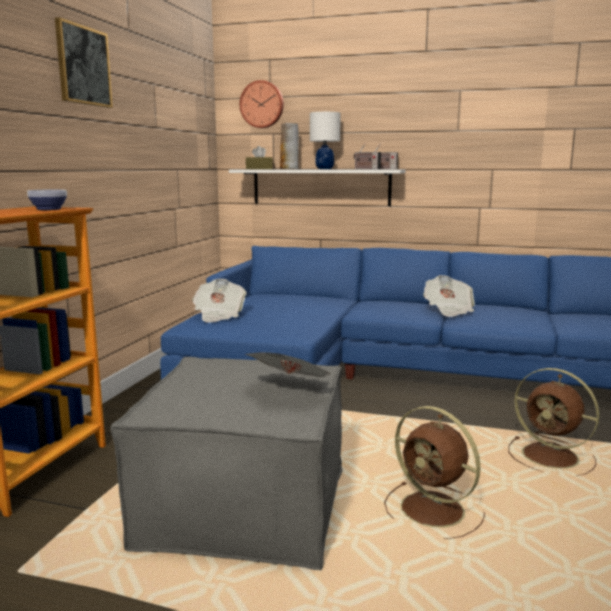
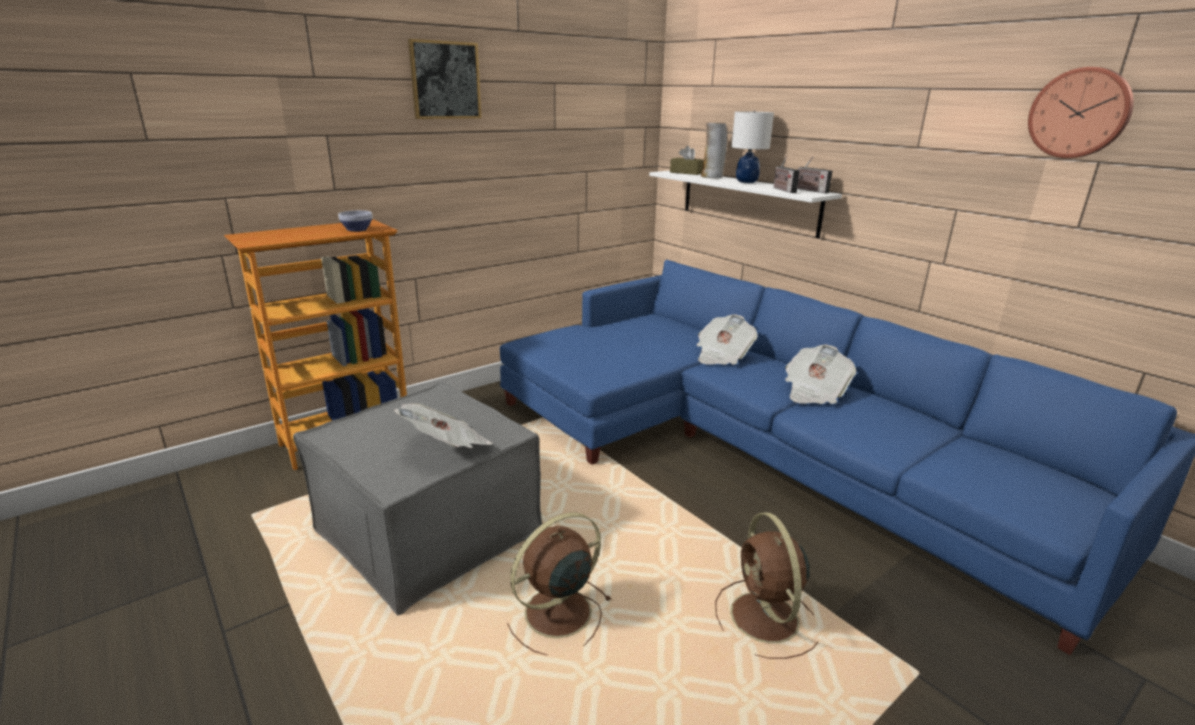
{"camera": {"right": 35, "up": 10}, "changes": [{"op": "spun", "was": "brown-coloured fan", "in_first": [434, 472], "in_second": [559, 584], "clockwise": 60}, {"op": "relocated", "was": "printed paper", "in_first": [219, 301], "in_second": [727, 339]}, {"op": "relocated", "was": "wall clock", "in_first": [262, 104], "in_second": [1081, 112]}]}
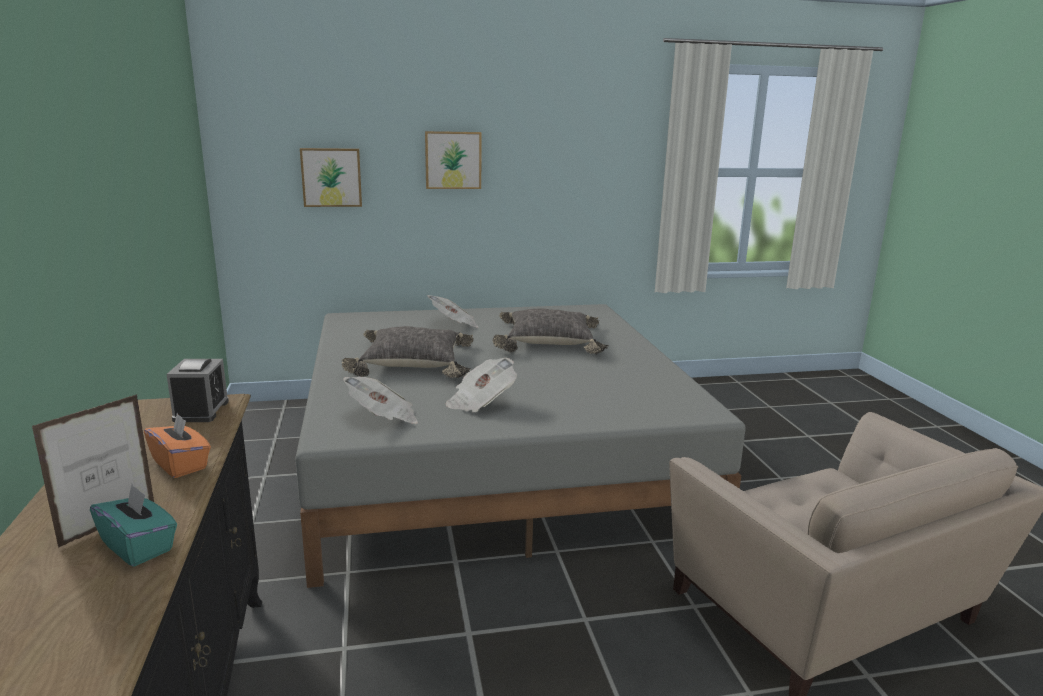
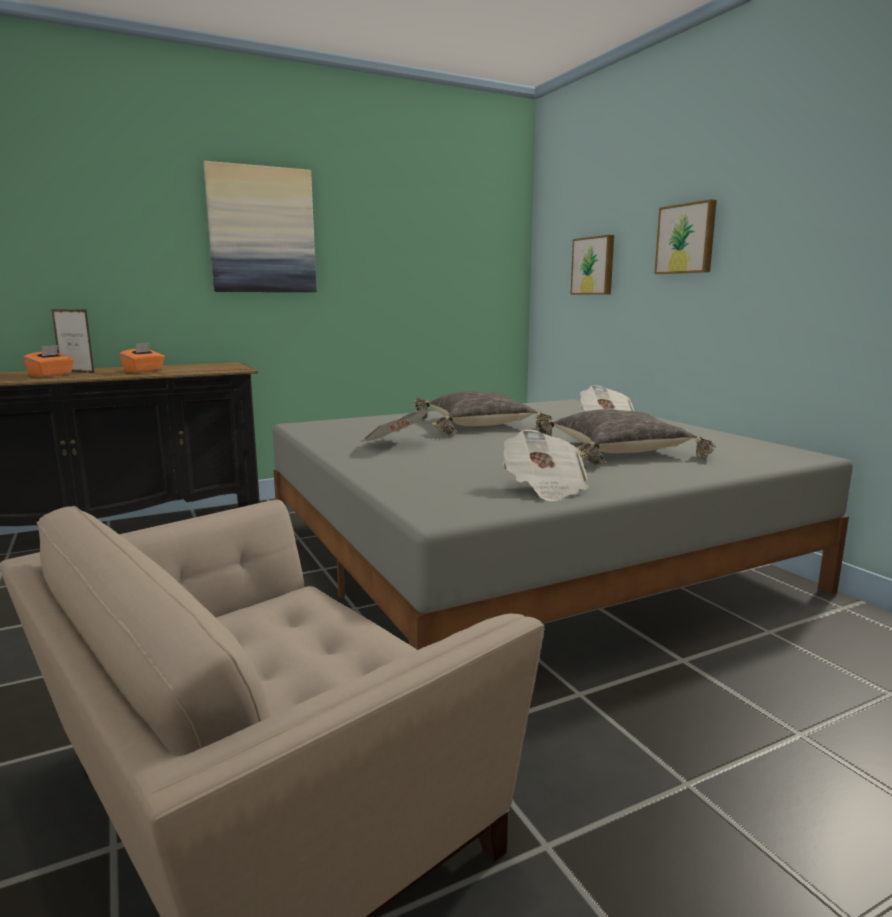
{"camera": {"right": 75, "up": -5}, "changes": [{"op": "colour", "was": "turquoise-coloured tissue holder", "now": "orange-coloured tissue holder", "in_first": [133, 525], "in_second": [48, 361]}, {"op": "appeared", "now": "wall art", "in_second": [260, 226]}, {"op": "relocated", "was": "printed paper", "in_first": [380, 400], "in_second": [546, 465]}, {"op": "missing", "was": "bedside clock", "in_first": [197, 390]}]}
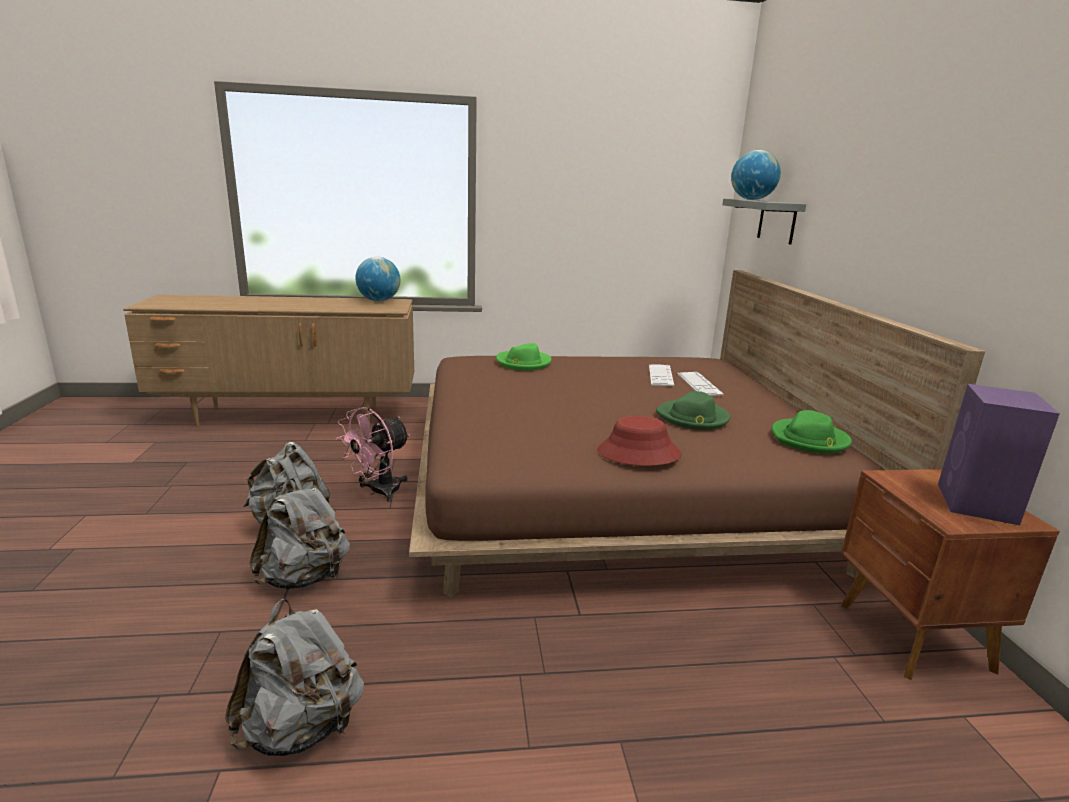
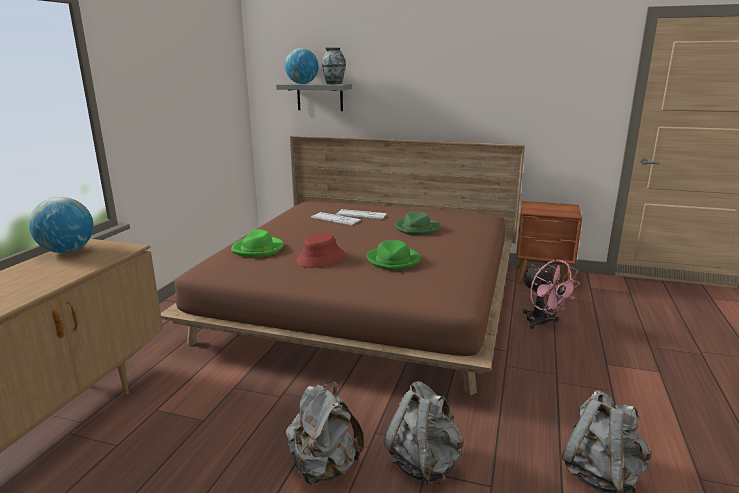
{"camera": {"right": -65, "up": 0}, "changes": [{"op": "relocated", "was": "red-coloured wearable hat", "in_first": [639, 441], "in_second": [320, 250]}, {"op": "appeared", "now": "decorative vase", "in_second": [334, 66]}, {"op": "relocated", "was": "green-coloured wearable hat", "in_first": [812, 432], "in_second": [393, 255]}, {"op": "relocated", "was": "pink fan", "in_first": [373, 454], "in_second": [551, 294]}, {"op": "missing", "was": "purplish audio speaker", "in_first": [999, 454]}]}
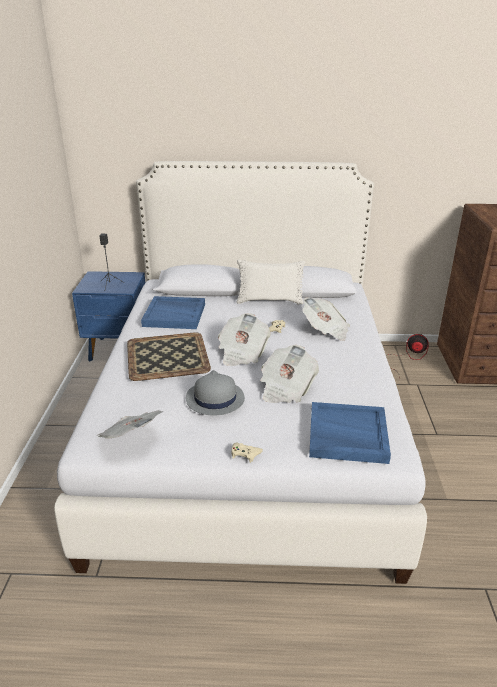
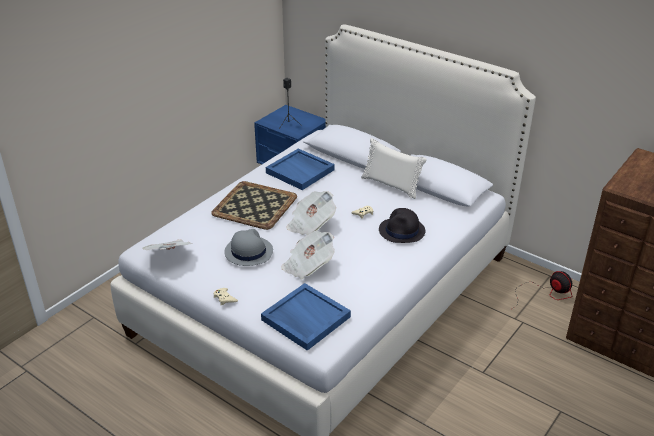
{"camera": {"right": 35, "up": 5}, "changes": [{"op": "exchanged", "was": "printed paper", "now": "black-coloured wearable hat", "in_first": [326, 319], "in_second": [402, 225]}]}
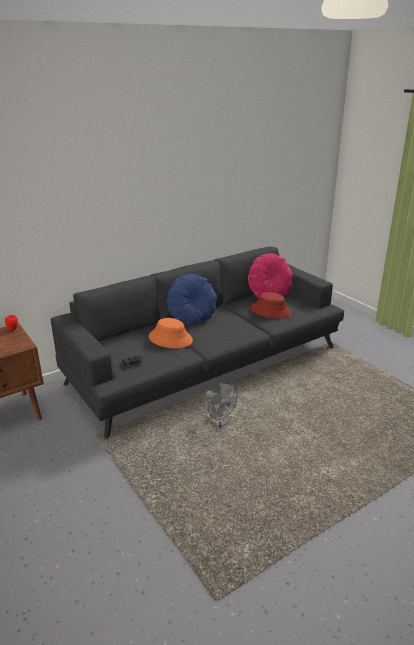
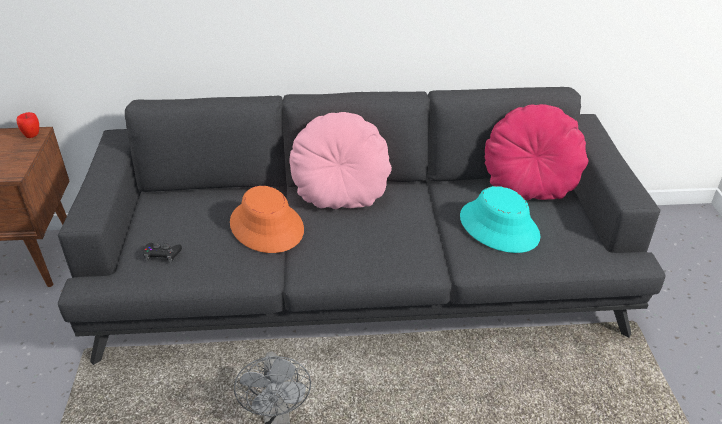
{"camera": {"right": 30, "up": 10}, "changes": [{"op": "colour", "was": "bluish cushion", "now": "pink cushion", "in_first": [192, 299], "in_second": [341, 160]}, {"op": "colour", "was": "red-coloured wearable hat", "now": "turquoise-coloured wearable hat", "in_first": [271, 305], "in_second": [500, 219]}]}
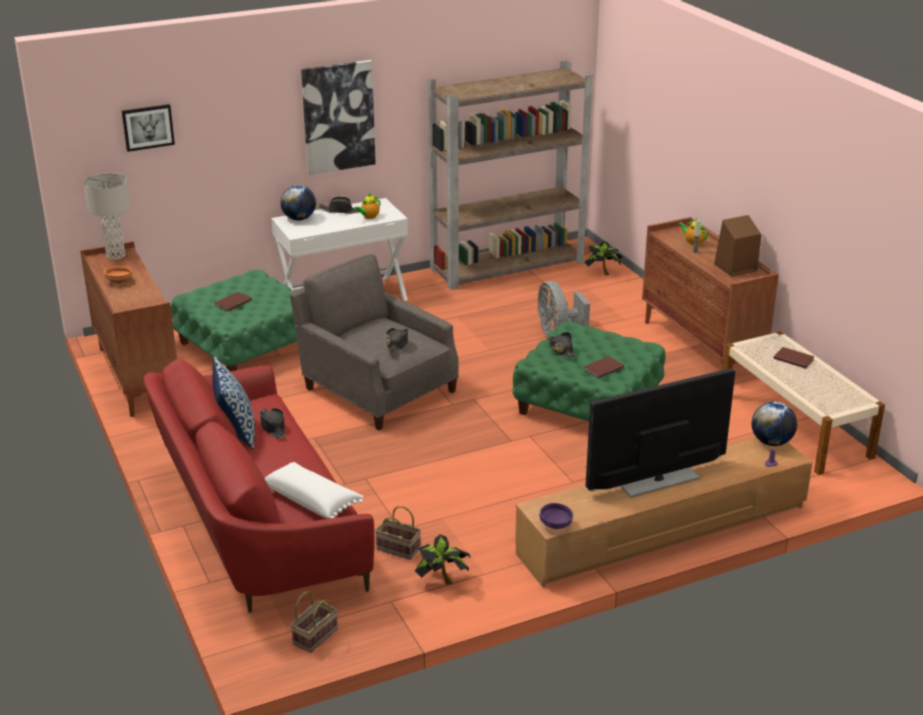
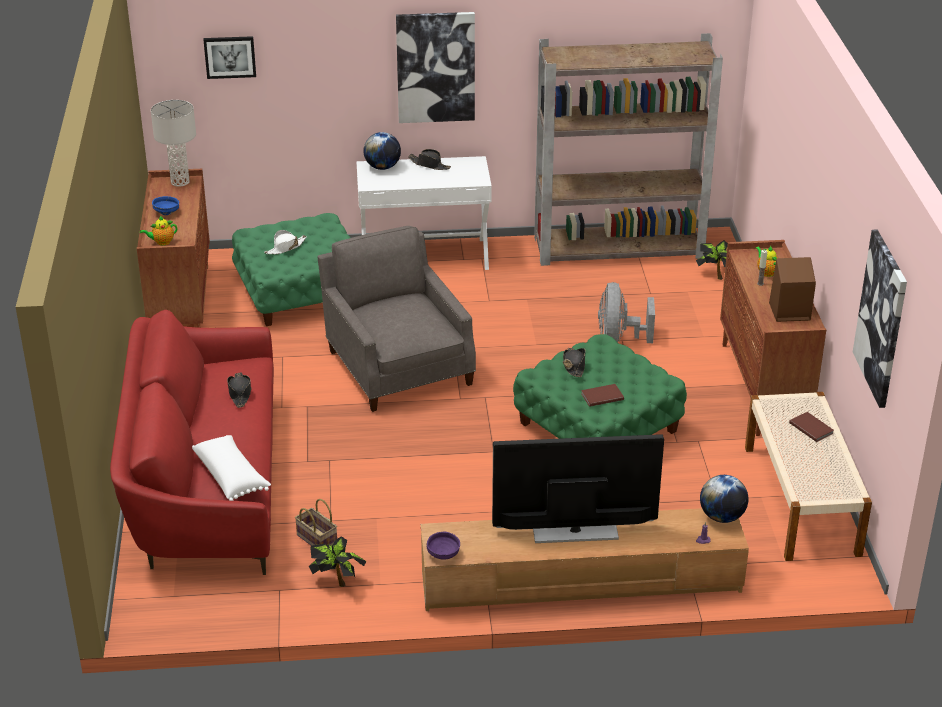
{"camera": {"right": 20, "up": 5}, "changes": [{"op": "relocated", "was": "pot for tea", "in_first": [367, 206], "in_second": [158, 231]}, {"op": "colour", "was": "orange-coloured bowl", "now": "bluish bowl", "in_first": [118, 275], "in_second": [165, 205]}, {"op": "exchanged", "was": "brown-coloured bound book", "now": "white wearable hat", "in_first": [233, 301], "in_second": [285, 242]}, {"op": "appeared", "now": "wall art", "in_second": [880, 318]}, {"op": "missing", "was": "cushion", "in_first": [234, 402]}, {"op": "missing", "was": "household basket", "in_first": [314, 622]}, {"op": "missing", "was": "black-coloured wearable hat", "in_first": [397, 340]}]}
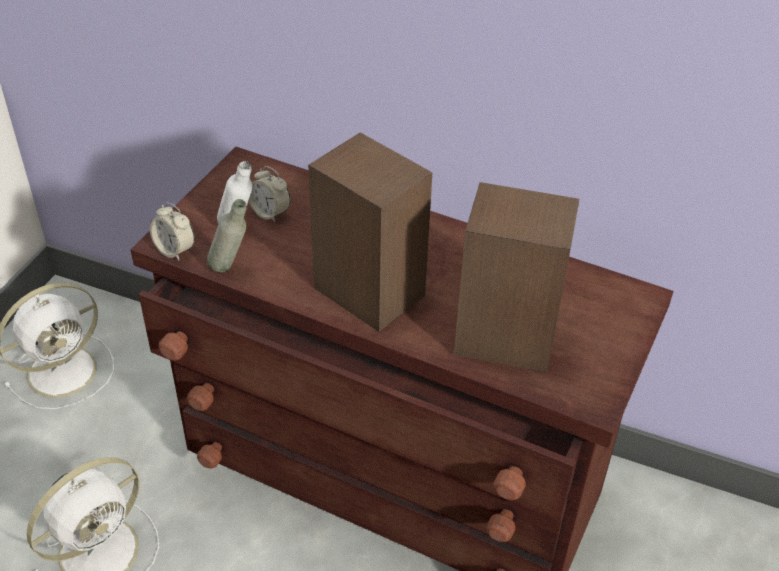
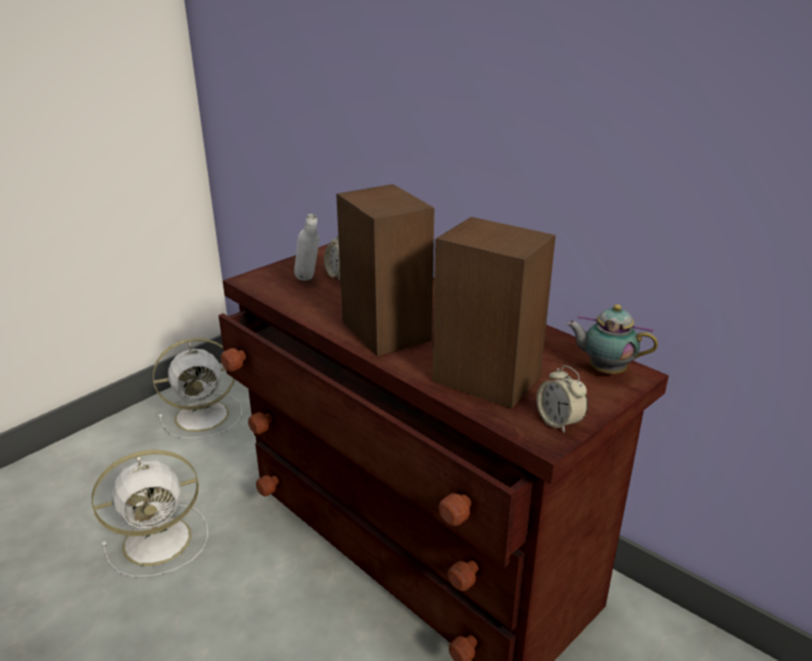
{"camera": {"right": 20, "up": -15}, "changes": [{"op": "relocated", "was": "bedside clock", "in_first": [172, 231], "in_second": [562, 399]}, {"op": "appeared", "now": "pot for tea", "in_second": [612, 339]}, {"op": "missing", "was": "gray bottle", "in_first": [227, 235]}]}
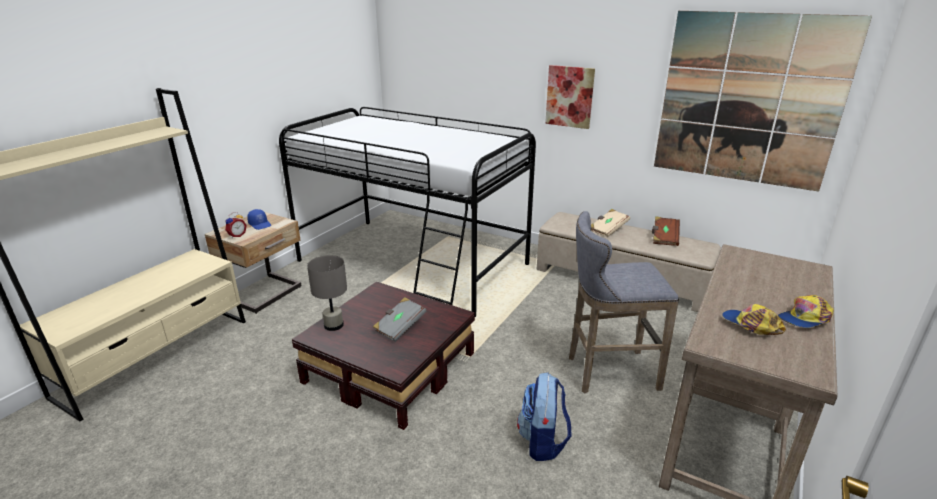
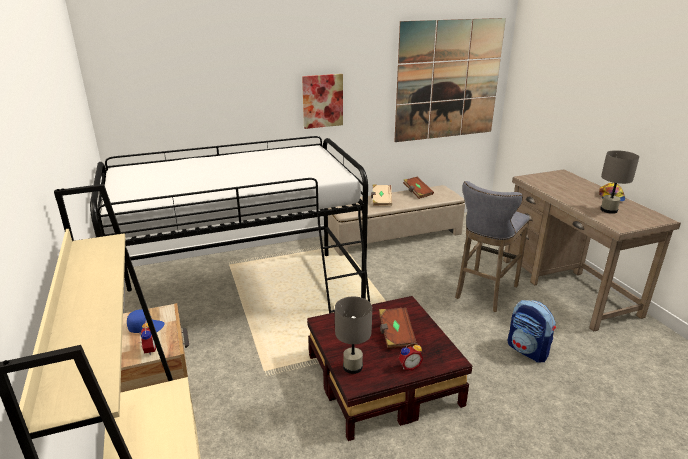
{"camera": {"right": -50, "up": 0}, "changes": [{"op": "colour", "was": "gray bound book", "now": "brown-coloured bound book", "in_first": [400, 319], "in_second": [398, 328]}, {"op": "appeared", "now": "bedside clock", "in_second": [410, 356]}, {"op": "exchanged", "was": "baseball cap", "now": "gray lamp for a table", "in_first": [754, 319], "in_second": [619, 182]}]}
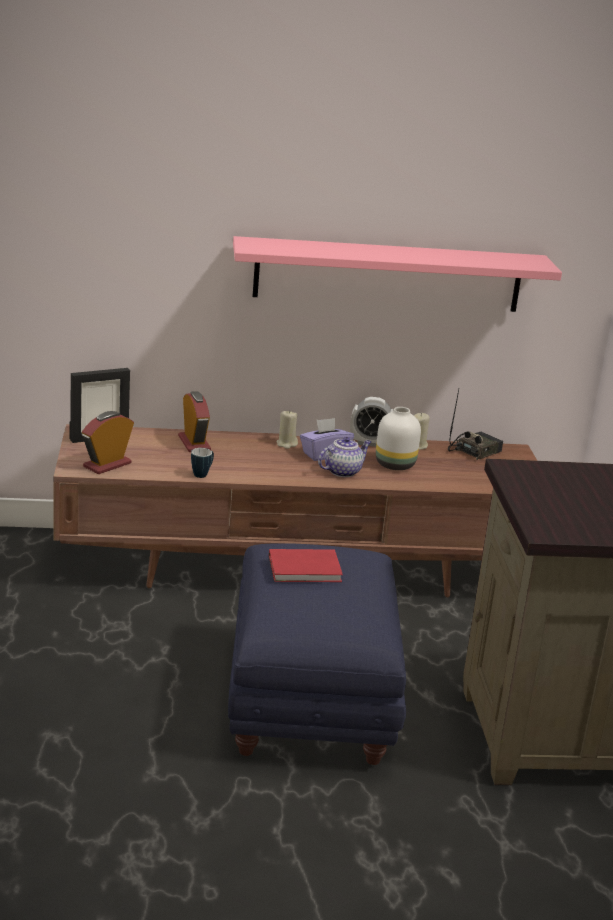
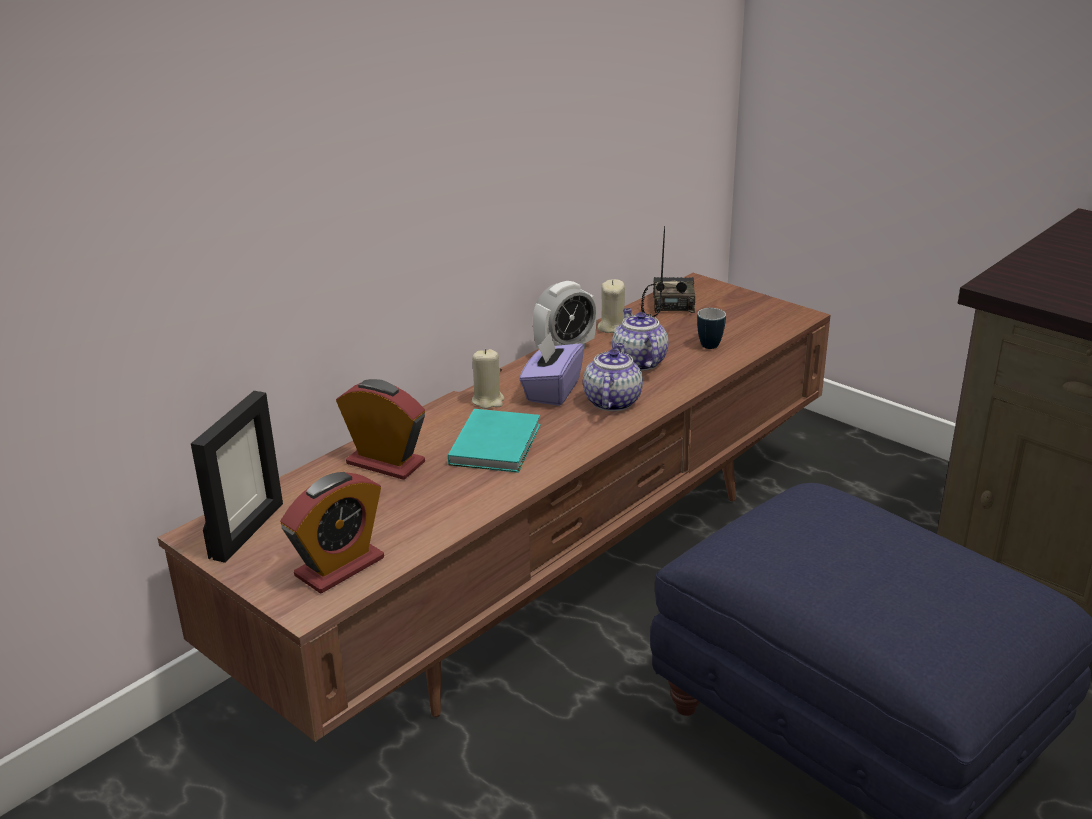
{"camera": {"right": -40, "up": 5}, "changes": [{"op": "spun", "was": "bedside clock", "in_first": [108, 442], "in_second": [332, 533], "clockwise": -135}, {"op": "appeared", "now": "turquoise-coloured bound book", "in_second": [494, 441]}, {"op": "exchanged", "was": "white decorative vase", "now": "pot for tea", "in_first": [398, 438], "in_second": [640, 339]}, {"op": "relocated", "was": "tea mug", "in_first": [202, 463], "in_second": [711, 328]}, {"op": "missing", "was": "pink wall shelf", "in_first": [397, 274]}, {"op": "missing", "was": "red-coloured bound book", "in_first": [306, 565]}]}
